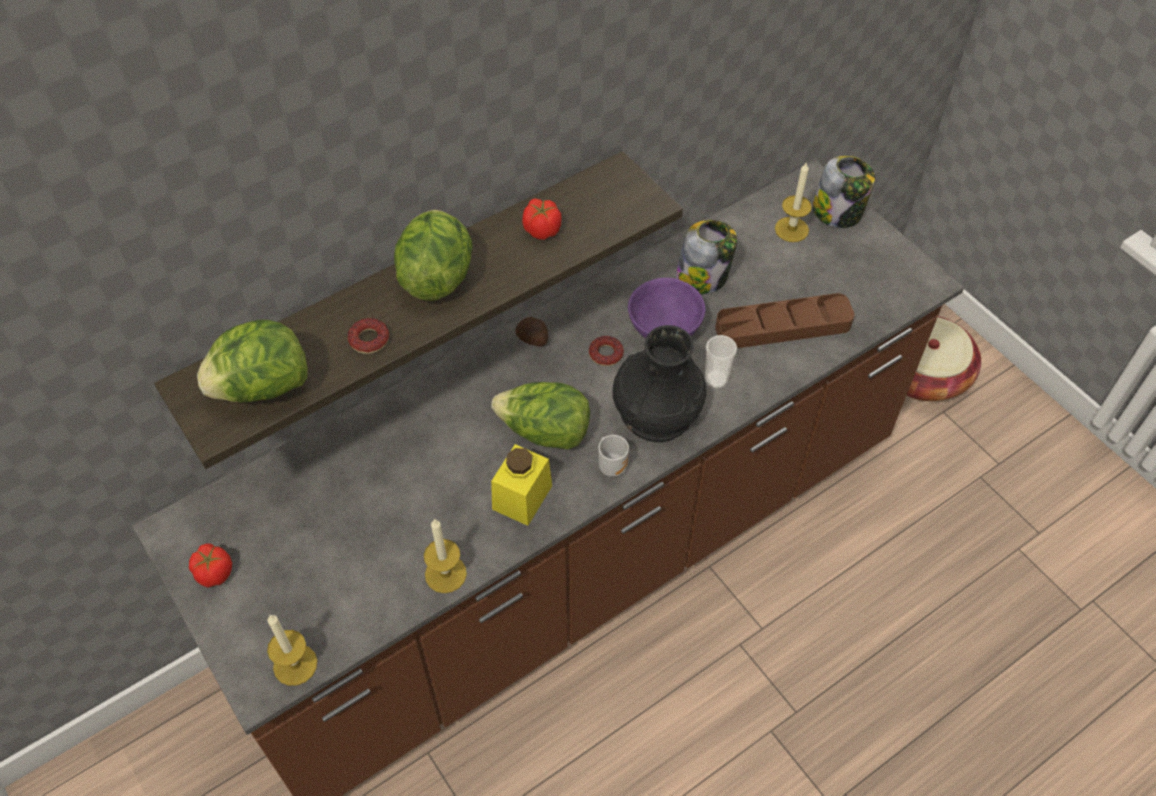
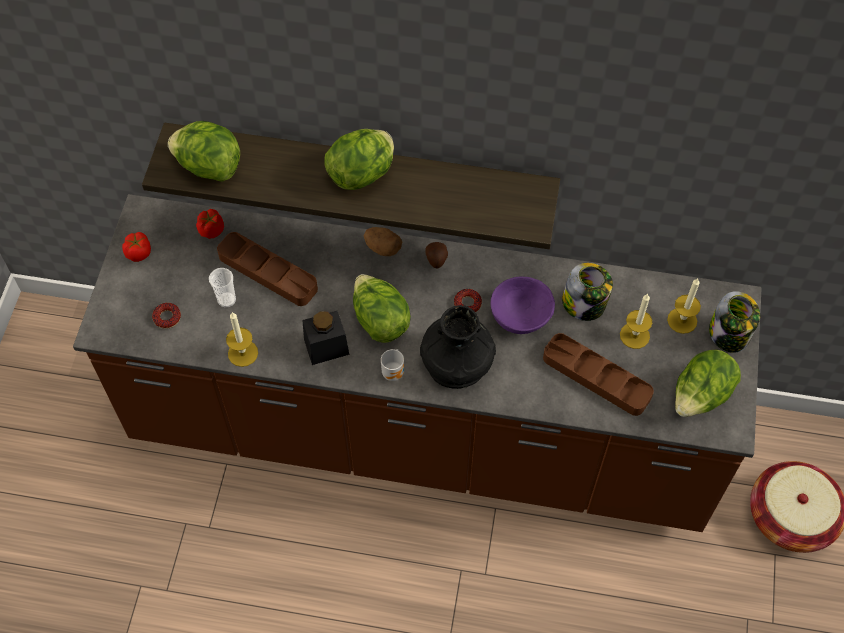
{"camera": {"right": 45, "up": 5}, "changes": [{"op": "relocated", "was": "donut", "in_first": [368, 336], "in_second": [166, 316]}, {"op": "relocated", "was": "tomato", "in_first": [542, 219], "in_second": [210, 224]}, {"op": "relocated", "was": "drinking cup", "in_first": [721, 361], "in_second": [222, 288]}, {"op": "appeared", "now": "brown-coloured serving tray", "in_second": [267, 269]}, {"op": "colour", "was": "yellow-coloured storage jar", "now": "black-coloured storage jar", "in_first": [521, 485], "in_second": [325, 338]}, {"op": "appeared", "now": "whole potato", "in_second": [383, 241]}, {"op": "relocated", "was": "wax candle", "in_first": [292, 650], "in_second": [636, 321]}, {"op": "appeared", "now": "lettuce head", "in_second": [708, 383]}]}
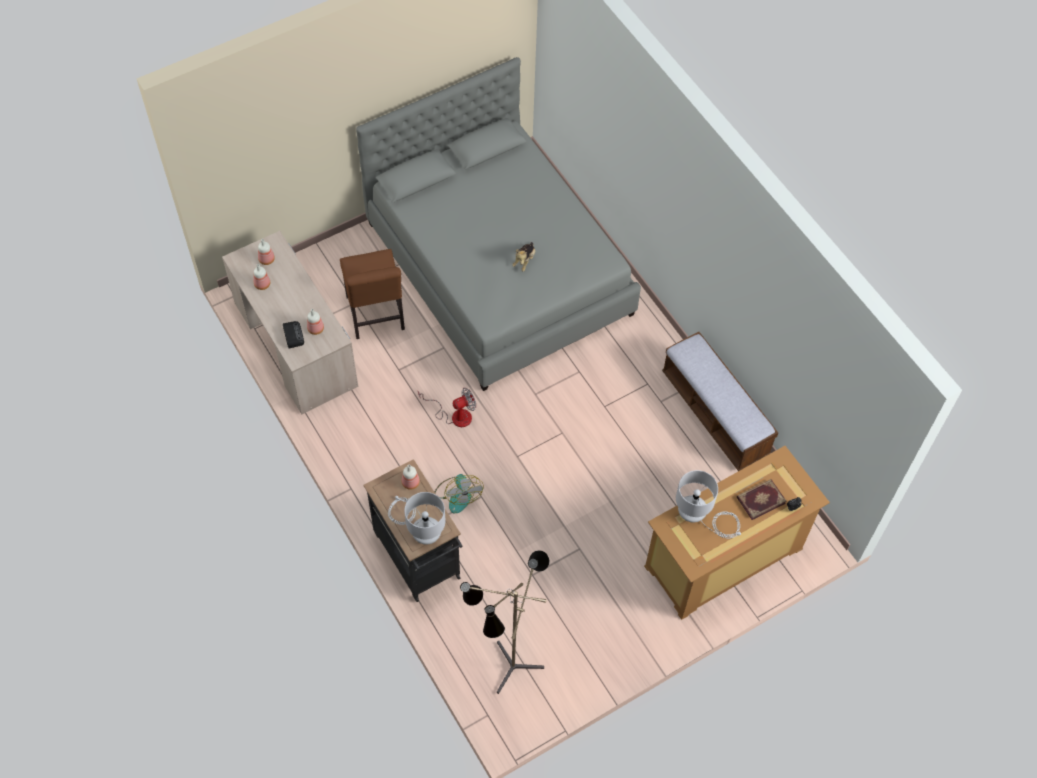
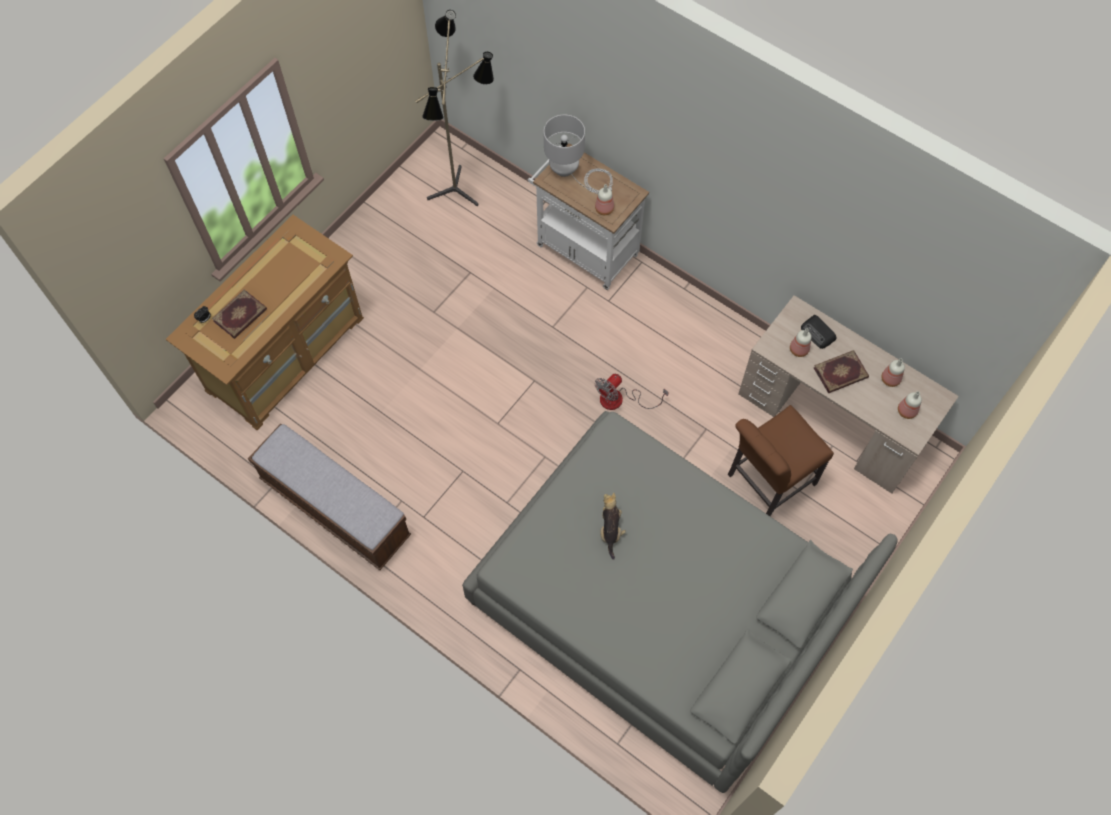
{"camera": {"right": 160, "up": 5}, "changes": [{"op": "colour", "was": "black-coloured trolley", "now": "white trolley", "in_first": [413, 530], "in_second": [588, 216]}, {"op": "spun", "was": "brown-coloured plain chair", "in_first": [372, 294], "in_second": [781, 460], "clockwise": -90}, {"op": "appeared", "now": "bound book", "in_second": [841, 371]}, {"op": "missing", "was": "fan", "in_first": [459, 494]}, {"op": "missing", "was": "gray lamp for a table", "in_first": [708, 504]}]}
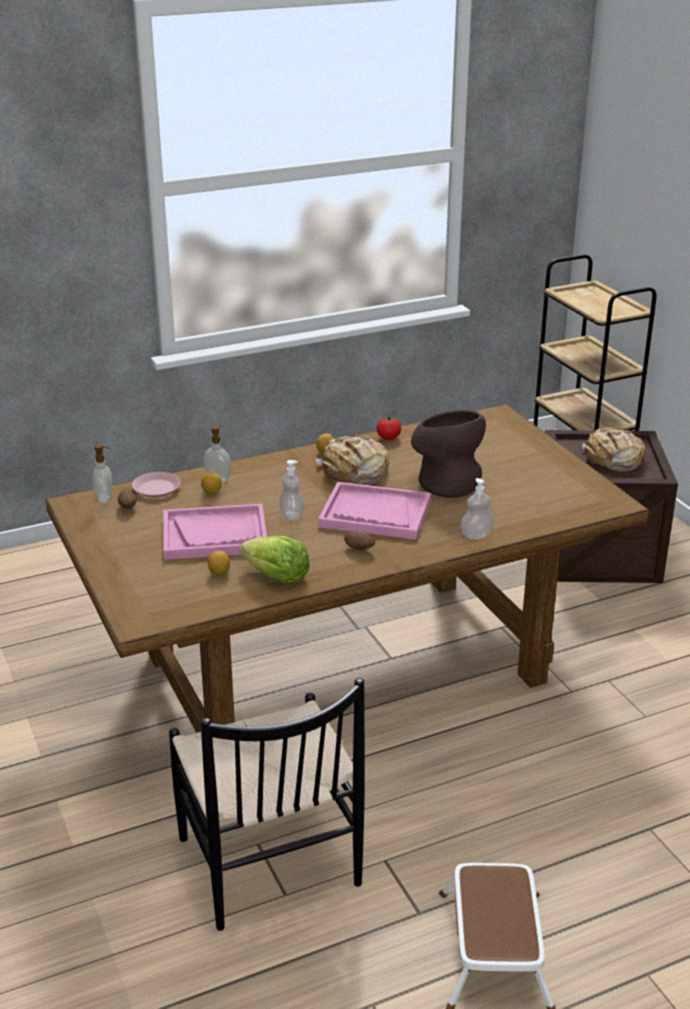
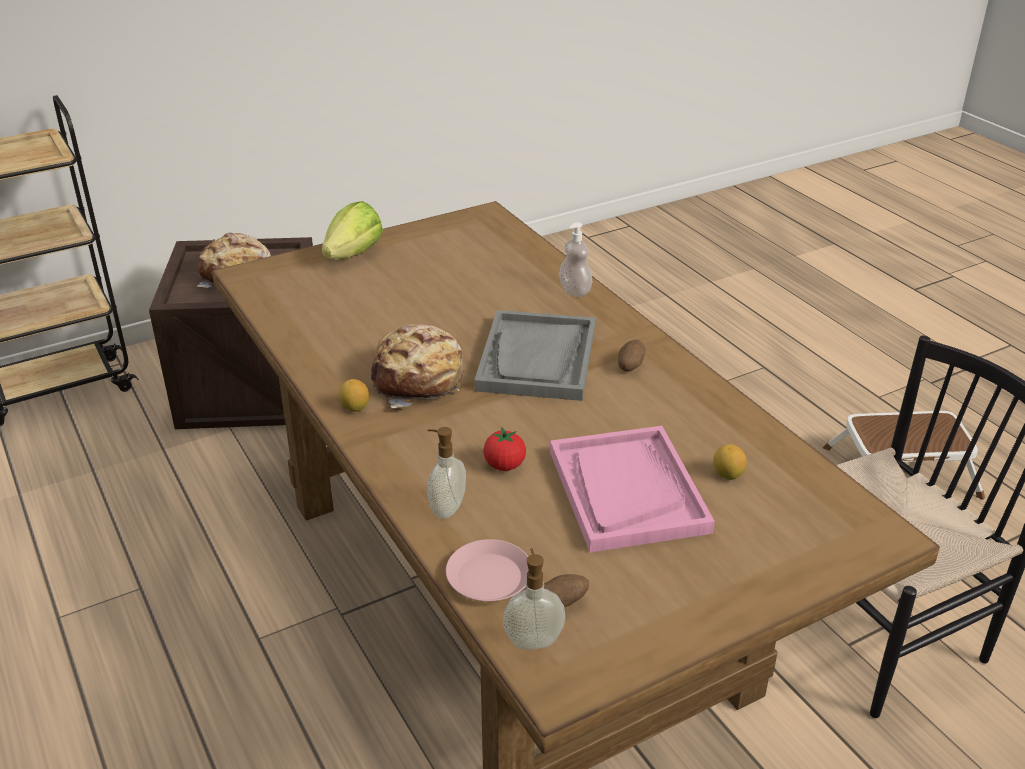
{"camera": {"right": -95, "up": 5}, "changes": [{"op": "relocated", "was": "lettuce head", "in_first": [275, 560], "in_second": [352, 230]}, {"op": "colour", "was": "pink serving tray", "now": "gray serving tray", "in_first": [374, 511], "in_second": [534, 355]}, {"op": "relocated", "was": "tomato", "in_first": [388, 427], "in_second": [504, 449]}, {"op": "missing", "was": "lemon", "in_first": [211, 483]}, {"op": "missing", "was": "soap dispenser", "in_first": [291, 490]}, {"op": "missing", "was": "brown-coloured decorative vase", "in_first": [448, 454]}]}
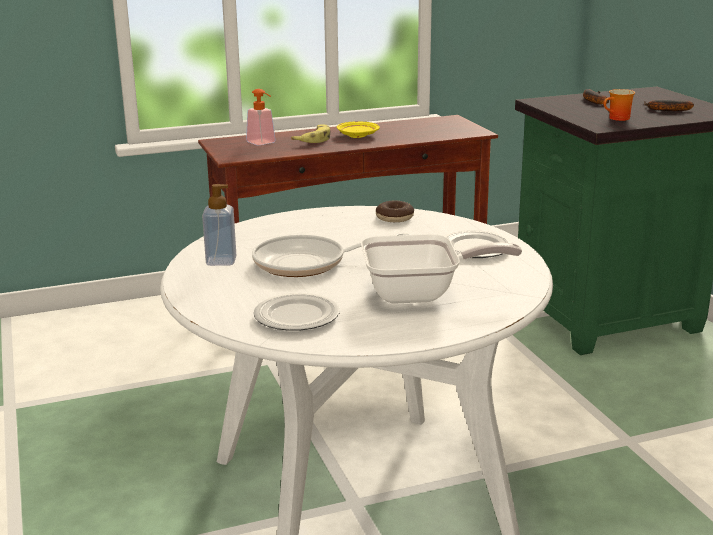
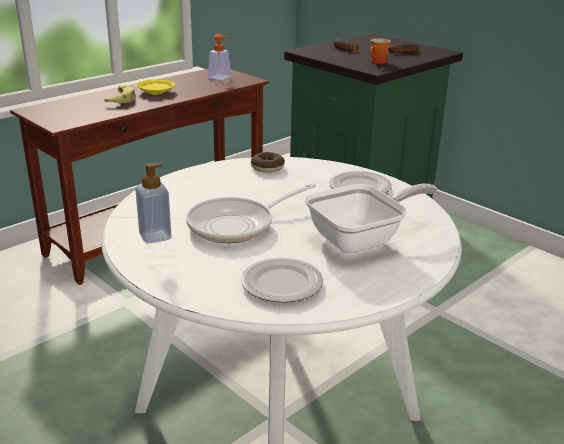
{"camera": {"right": -25, "up": 5}, "changes": [{"op": "relocated", "was": "soap dispenser", "in_first": [260, 117], "in_second": [221, 57]}]}
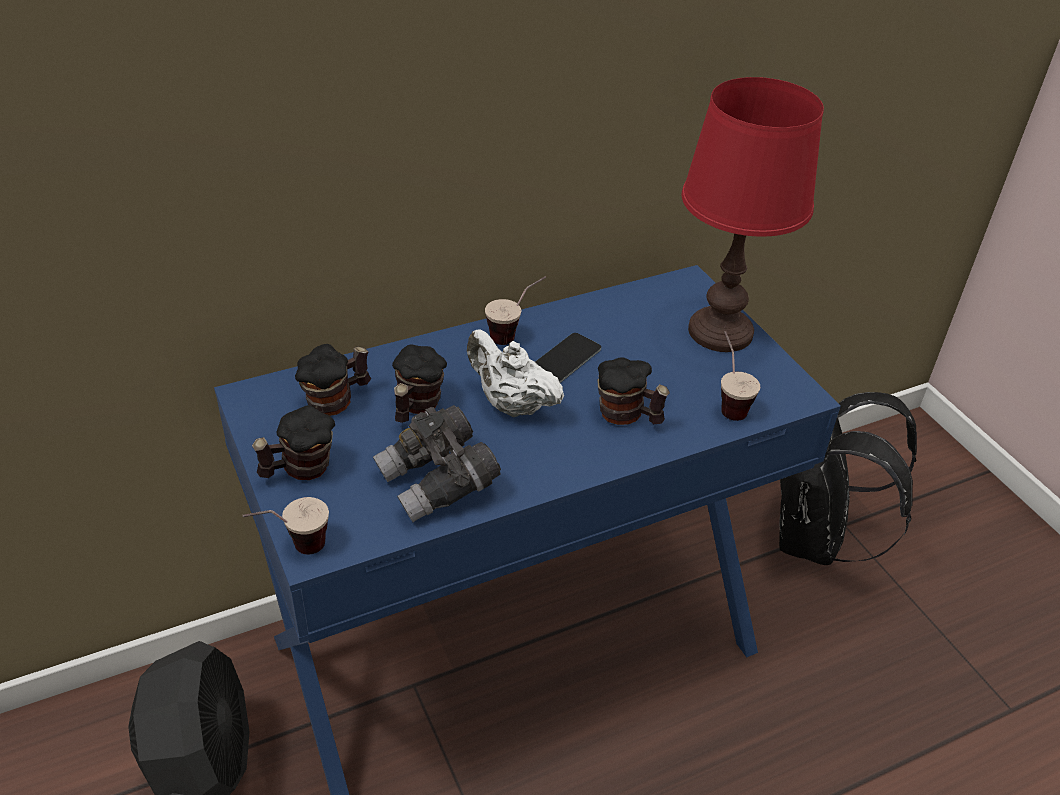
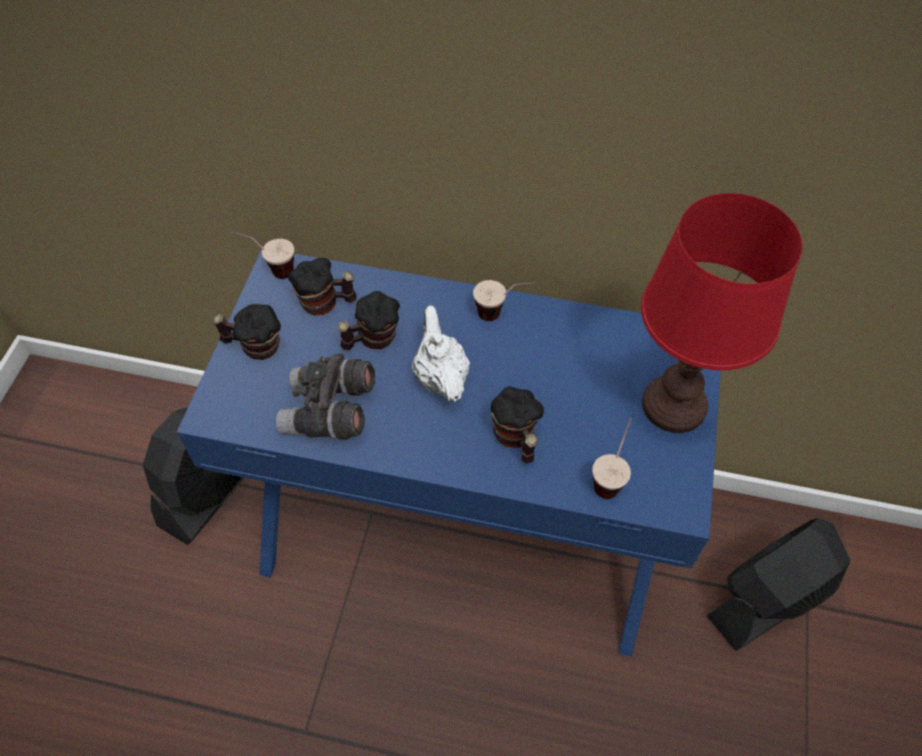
{"camera": {"right": 40, "up": 15}, "changes": [{"op": "relocated", "was": "drinking cup", "in_first": [285, 526], "in_second": [262, 255]}, {"op": "exchanged", "was": "black-coloured knapsack", "now": "black-coloured fan", "in_first": [848, 477], "in_second": [779, 584]}, {"op": "missing", "was": "telephone", "in_first": [568, 358]}]}
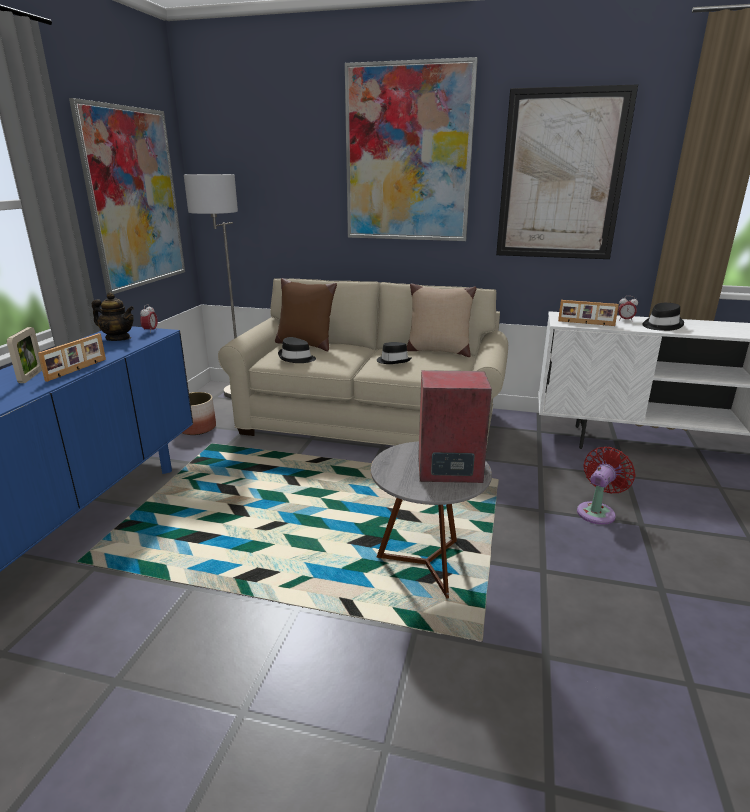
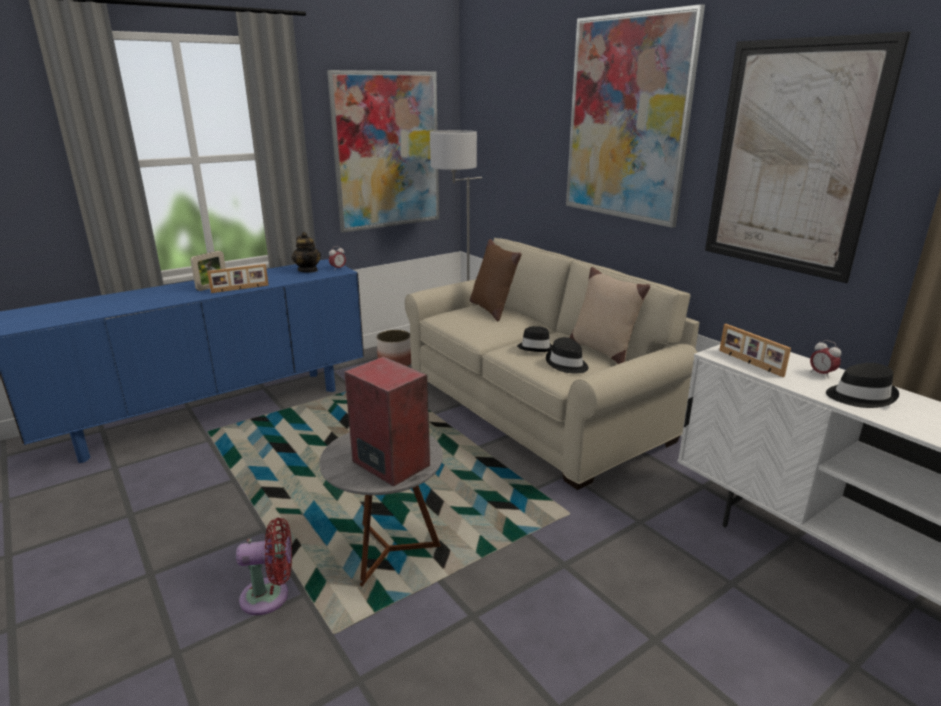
{"camera": {"right": 40, "up": 0}, "changes": [{"op": "relocated", "was": "red-coloured fan", "in_first": [606, 486], "in_second": [264, 566]}, {"op": "relocated", "was": "black-coloured wearable hat", "in_first": [297, 350], "in_second": [567, 355]}]}
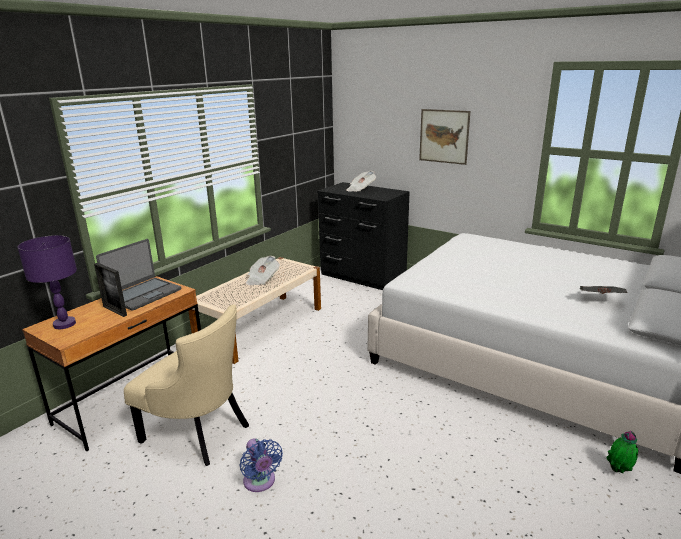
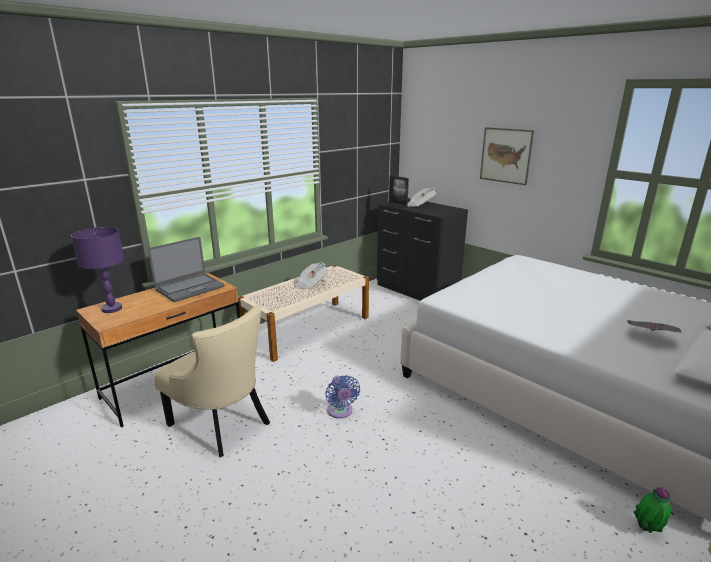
{"camera": {"right": 10, "up": 0}, "changes": [{"op": "relocated", "was": "bluish fan", "in_first": [261, 465], "in_second": [342, 397]}, {"op": "relocated", "was": "picture frame", "in_first": [110, 290], "in_second": [399, 191]}]}
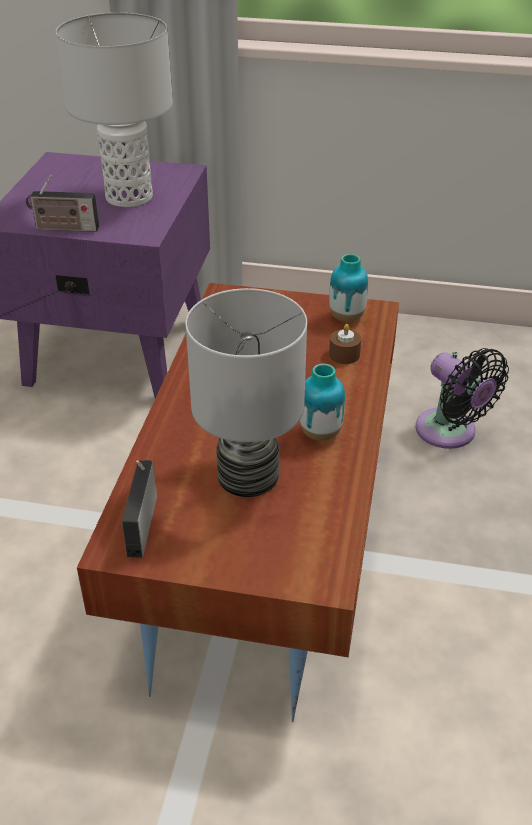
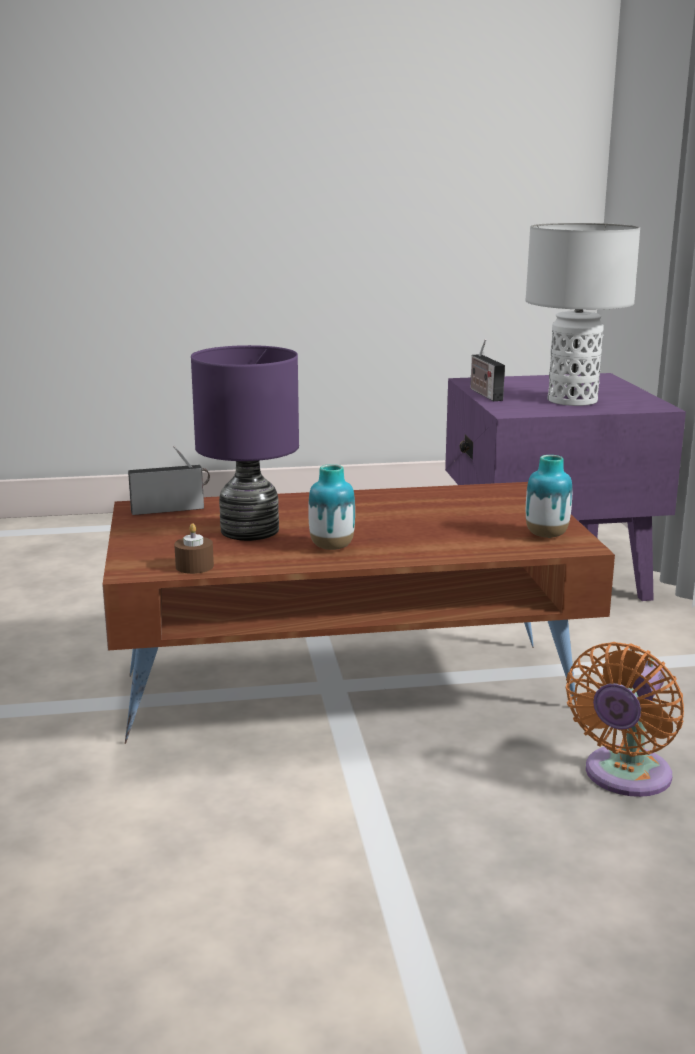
{"camera": {"right": 70, "up": -20}, "changes": [{"op": "relocated", "was": "brown-coloured wax candle", "in_first": [345, 344], "in_second": [194, 548]}, {"op": "colour", "was": "gray lamp for a table", "now": "purplish lamp for a table", "in_first": [246, 392], "in_second": [245, 443]}, {"op": "colour", "was": "black-coloured fan", "now": "orange-coloured fan", "in_first": [462, 398], "in_second": [625, 719]}]}
